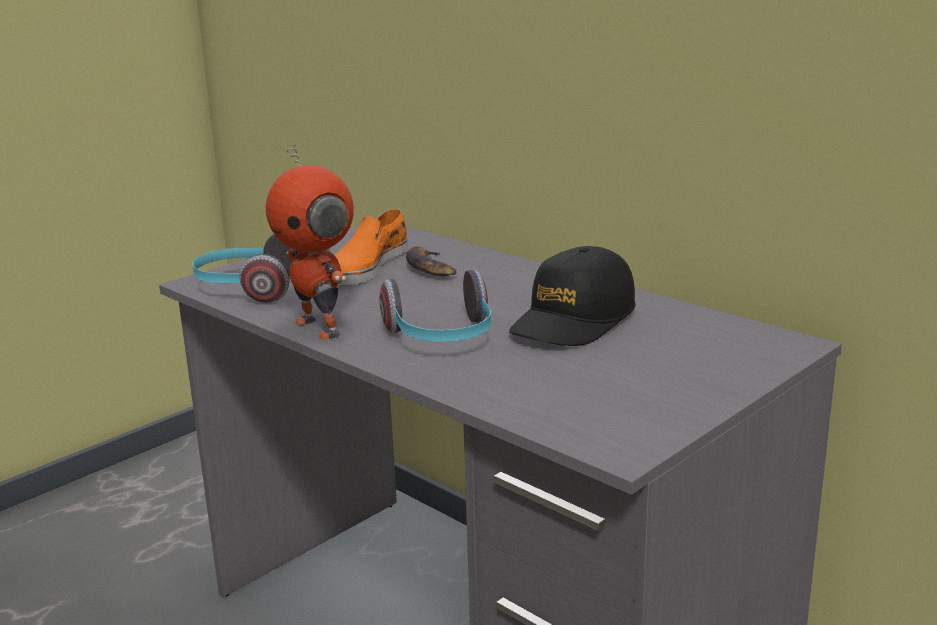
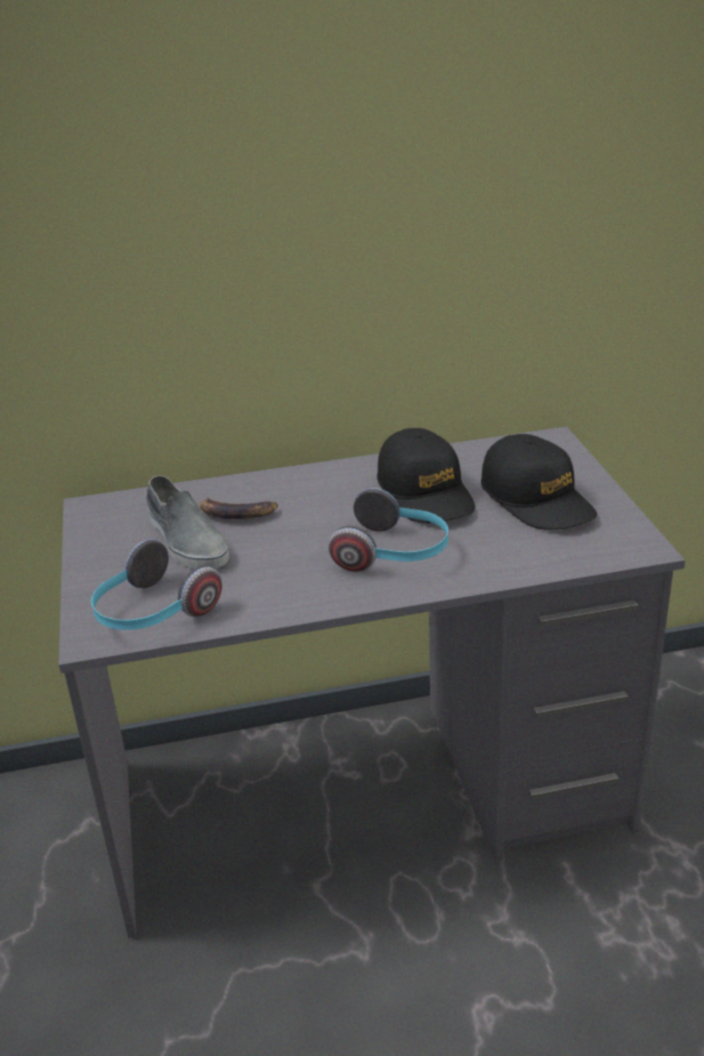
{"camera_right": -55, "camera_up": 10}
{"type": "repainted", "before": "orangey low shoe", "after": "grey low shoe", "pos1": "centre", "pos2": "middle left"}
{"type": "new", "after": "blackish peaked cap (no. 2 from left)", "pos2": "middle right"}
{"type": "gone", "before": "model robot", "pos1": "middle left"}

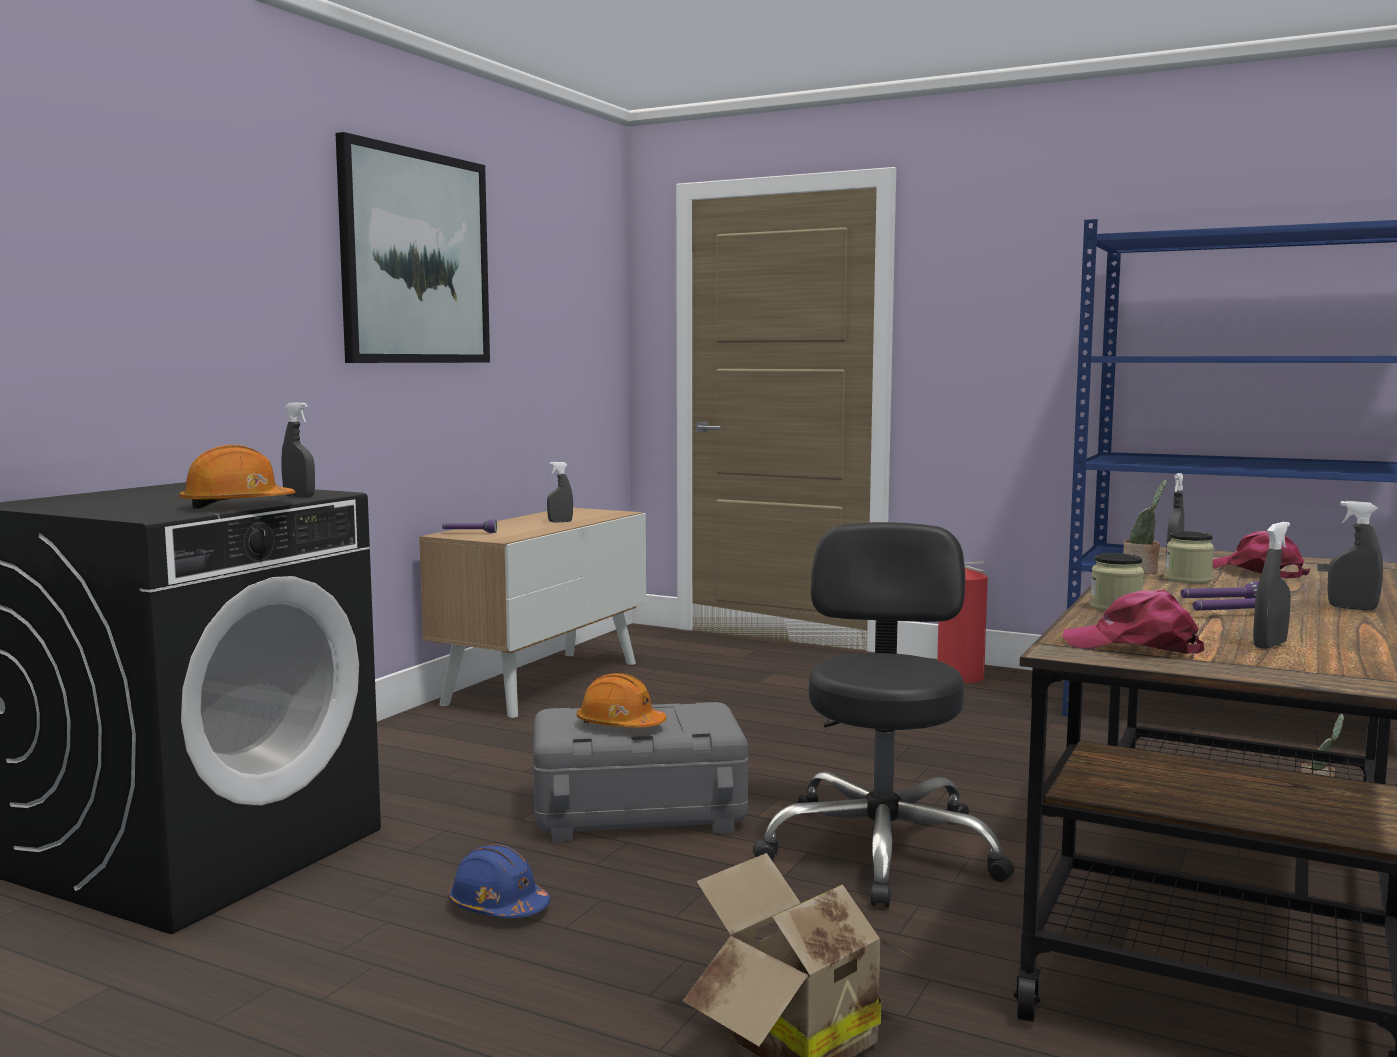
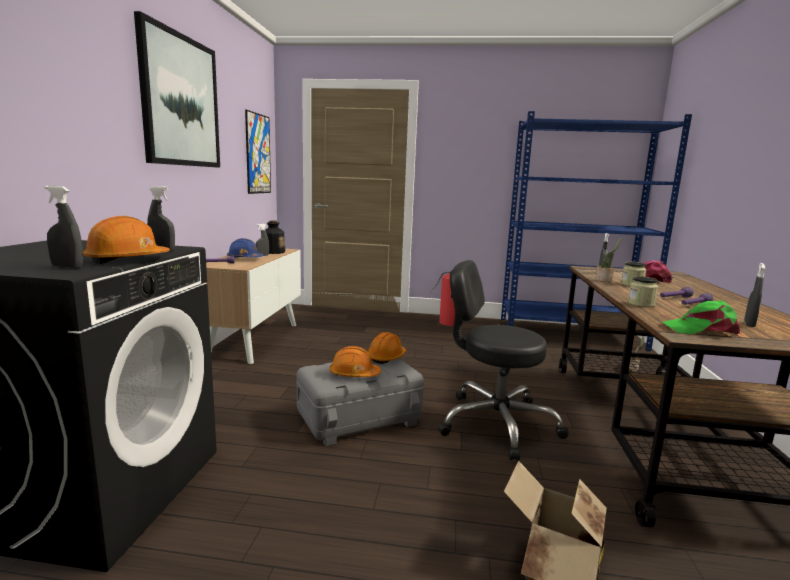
{"camera_right": -20, "camera_up": 5}
{"type": "shifted", "before": "grey hand sprayer (no. 5 from left in the first image)", "after": "grey hand sprayer (no. 1 from left)", "pos1": "middle right", "pos2": "middle left"}
{"type": "shifted", "before": "blue-coloured hard hat", "pos1": "bottom centre", "pos2": "middle left"}
{"type": "new", "after": "picture (no. 2 from left)", "pos2": "top left"}
{"type": "new", "after": "drink bottle", "pos2": "centre"}
{"type": "new", "after": "orangey hard hat (no. 3 from left)", "pos2": "centre"}
{"type": "rotated", "before": "blackish computer chair", "pos1": "bottom centre", "pos2": "centre", "turn": -60}
{"type": "repainted", "before": "pinkish peaked cap (no. 1 from left)", "after": "green peaked cap", "pos1": "middle right", "pos2": "middle right"}

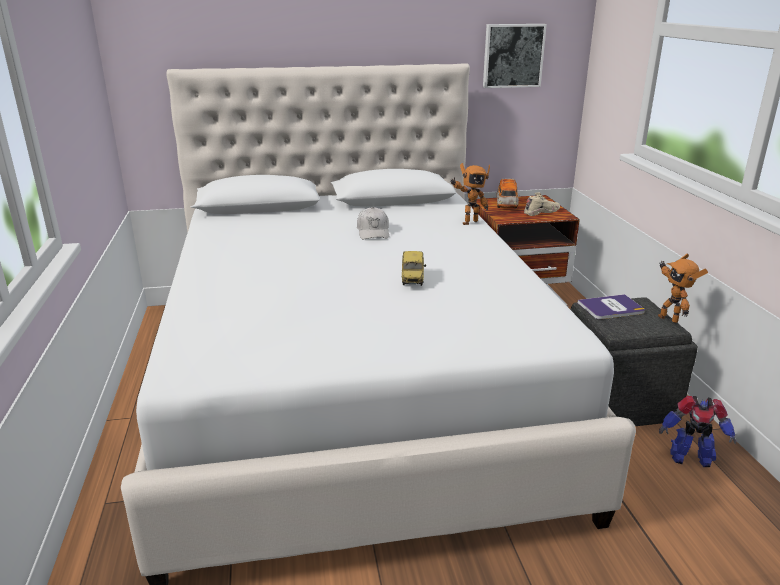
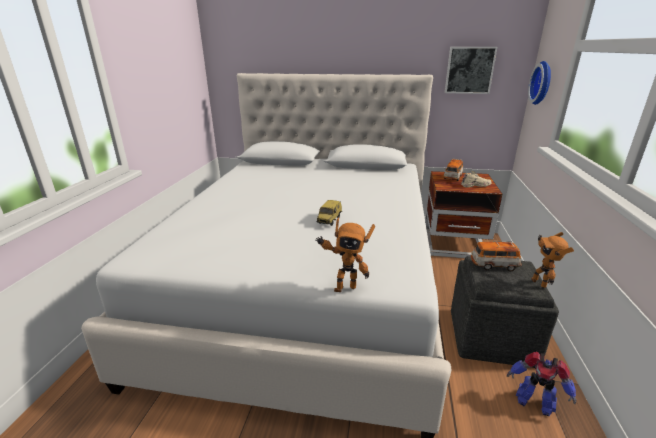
{"camera_right": 20, "camera_up": 0}
{"type": "shifted", "before": "model robot (no. 1 from left)", "pos1": "top centre", "pos2": "centre"}
{"type": "swapped", "before": "volume", "after": "miniature car (no. 3 from left)", "pos1": "middle right", "pos2": "middle right"}
{"type": "new", "after": "hanging clock", "pos2": "top right"}
{"type": "gone", "before": "white peaked cap", "pos1": "centre"}

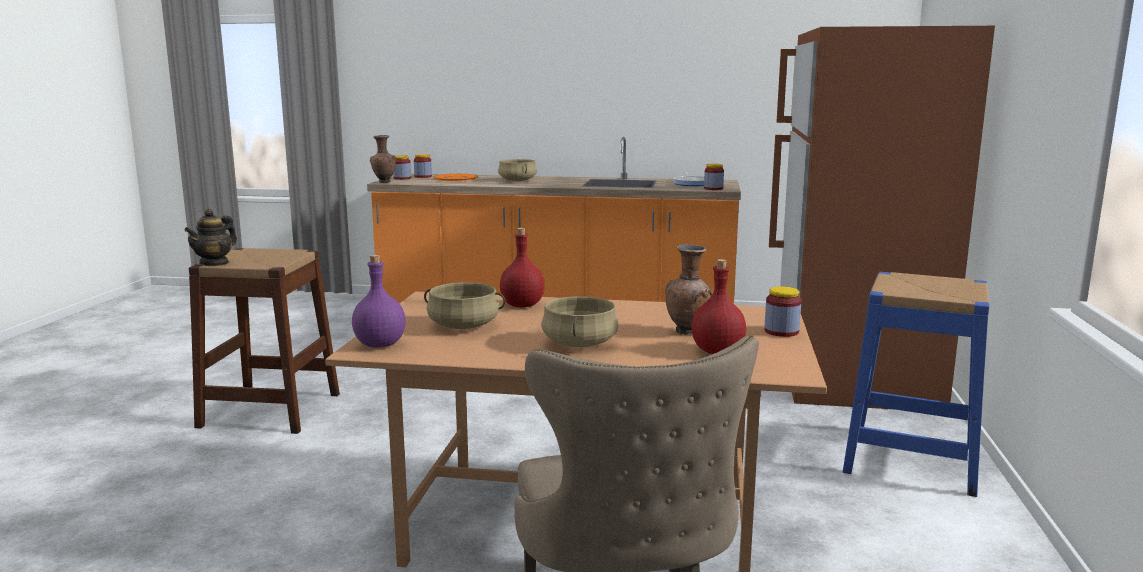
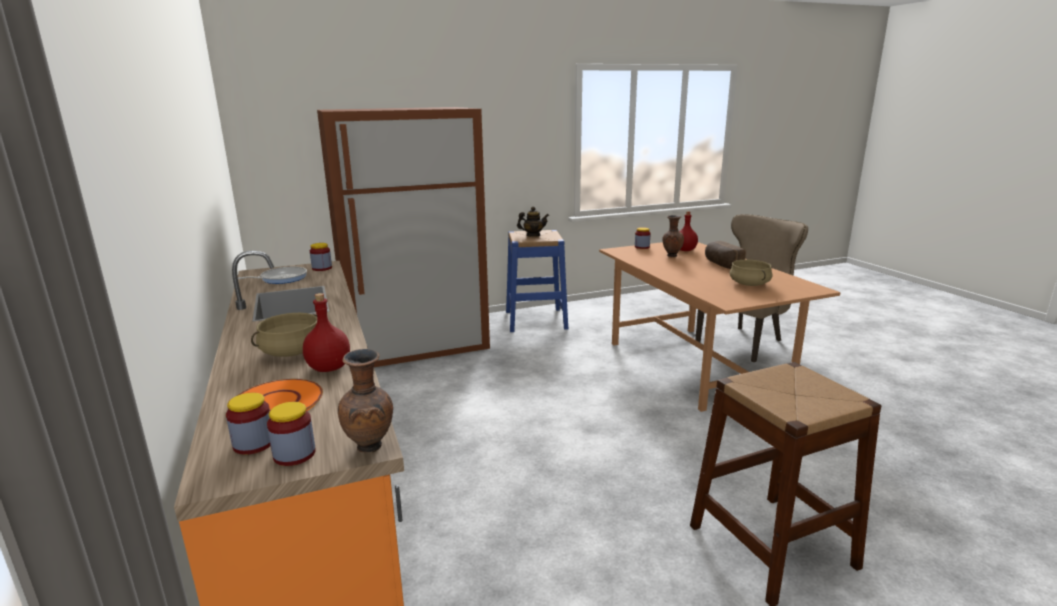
{"camera_right": -120, "camera_up": 5}
{"type": "shifted", "before": "reddish drink bottle (no. 1 from left)", "pos1": "centre", "pos2": "middle left"}
{"type": "shifted", "before": "teapot", "pos1": "middle left", "pos2": "centre"}
{"type": "swapped", "before": "beige-coloured cooking pot (no. 3 from left)", "after": "baked bread", "pos1": "centre", "pos2": "middle right"}
{"type": "gone", "before": "purple-coloured drink bottle", "pos1": "middle left"}

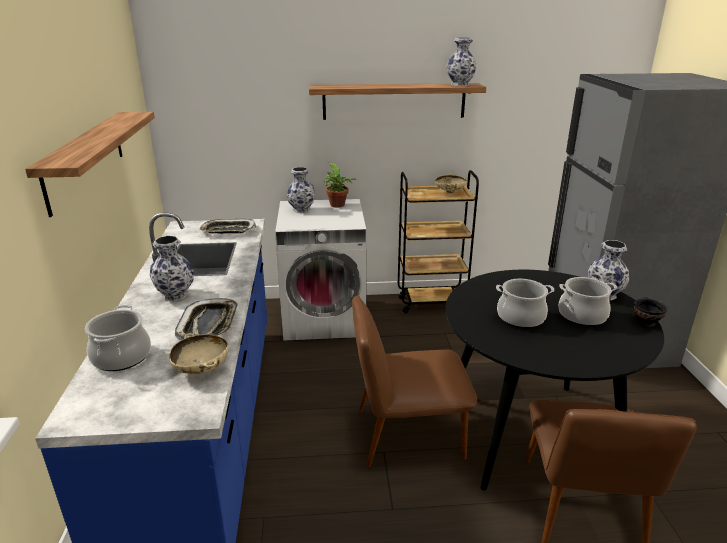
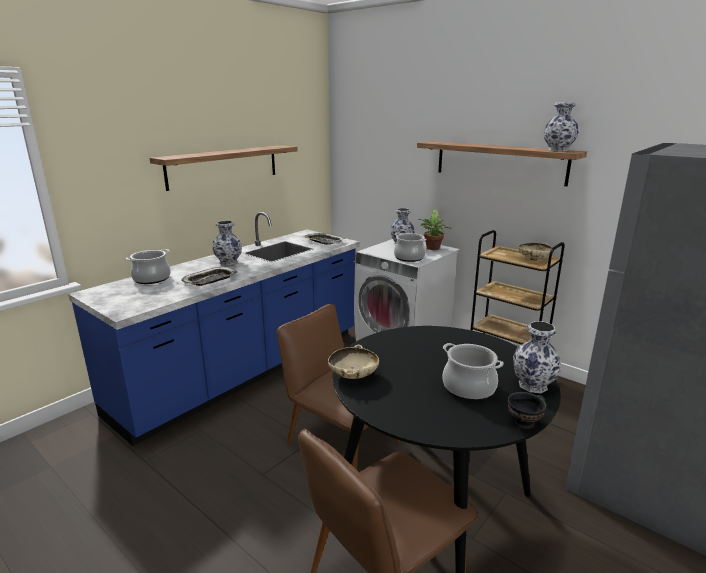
{"camera_right": 45, "camera_up": -5}
{"type": "shifted", "before": "beige-coloured serving bowl (no. 1 from left)", "pos1": "middle left", "pos2": "centre"}
{"type": "shifted", "before": "cooking pot (no. 2 from left)", "pos1": "middle right", "pos2": "centre"}

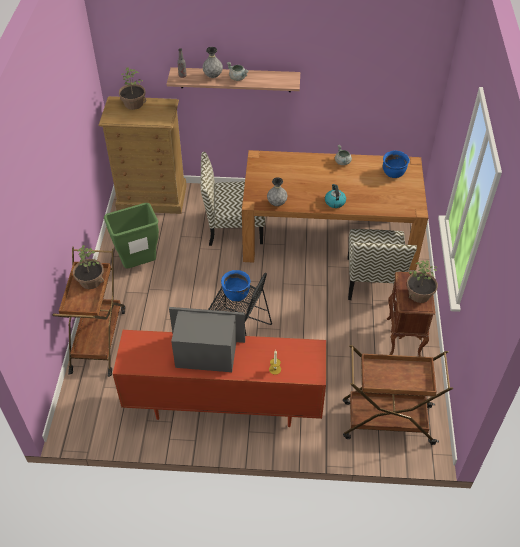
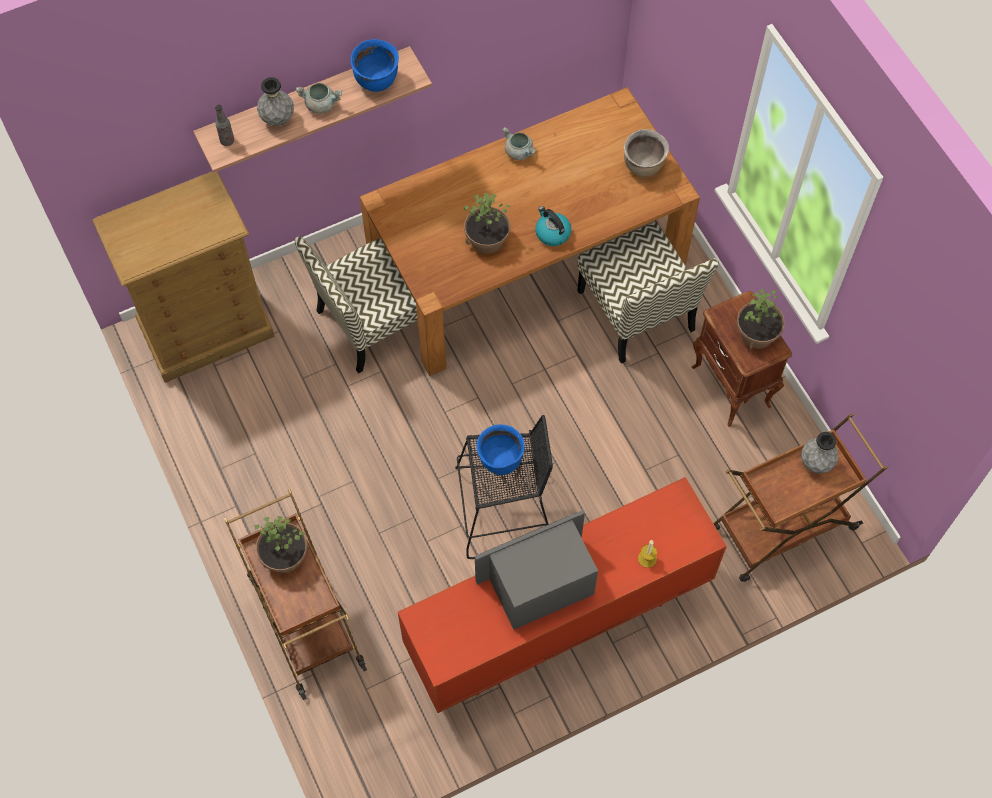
{"camera_right": -30, "camera_up": 15}
{"type": "shifted", "before": "blue-coloured cooking pot (no. 2 from left in the first image)", "after": "blue-coloured cooking pot (no. 1 from left)", "pos1": "top right", "pos2": "top centre"}
{"type": "shifted", "before": "potted plant (no. 2 from left)", "pos1": "top left", "pos2": "top centre"}
{"type": "new", "after": "brown cooking pot", "pos2": "top centre"}
{"type": "shifted", "before": "grey vase (no. 2 from left)", "pos1": "centre", "pos2": "middle right"}
{"type": "gone", "before": "green rubbish bin", "pos1": "middle left"}

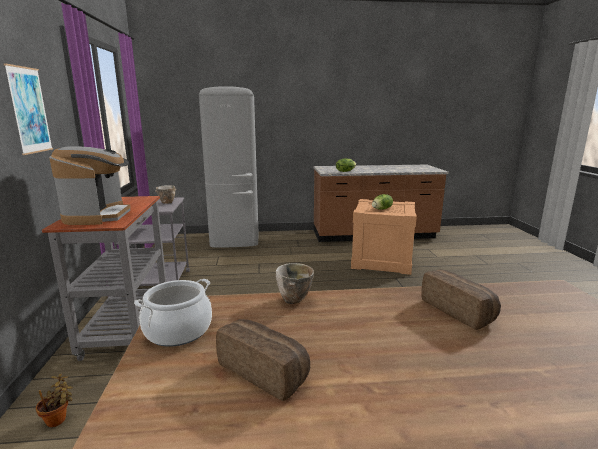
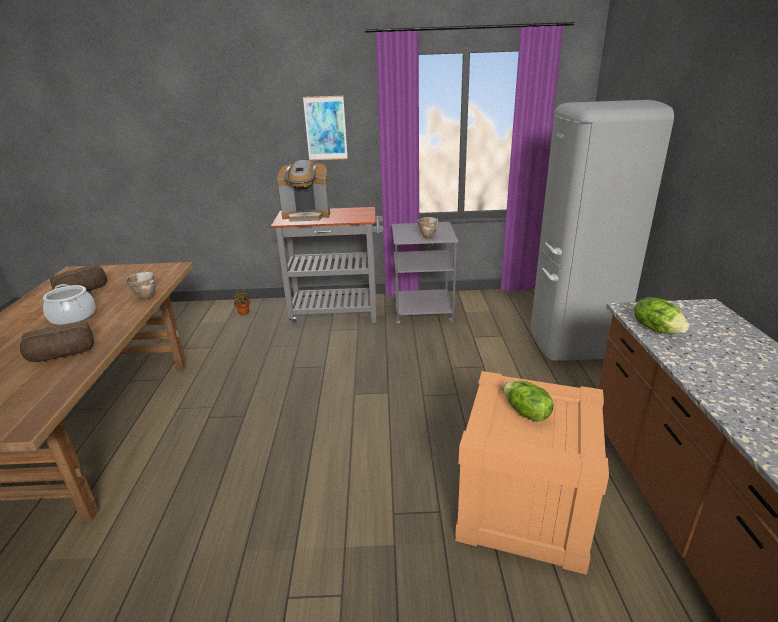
{"camera_right": 95, "camera_up": 10}
{"type": "shifted", "before": "cooking pot", "pos1": "bottom left", "pos2": "middle left"}

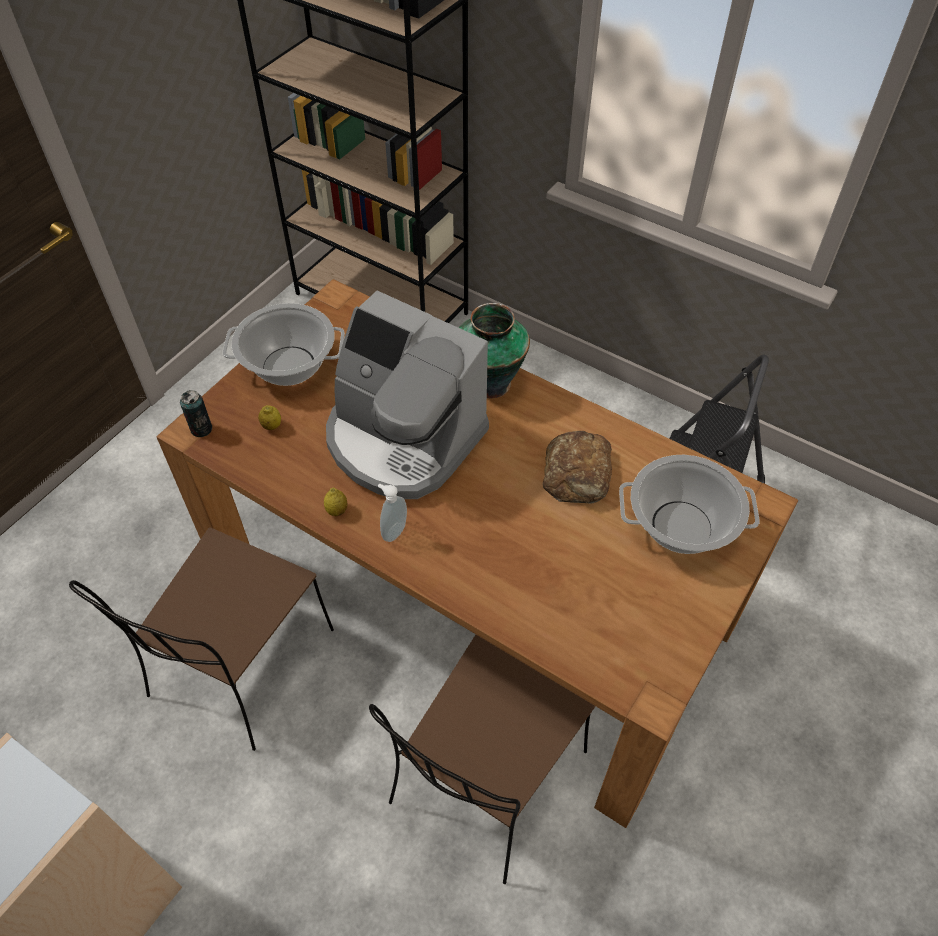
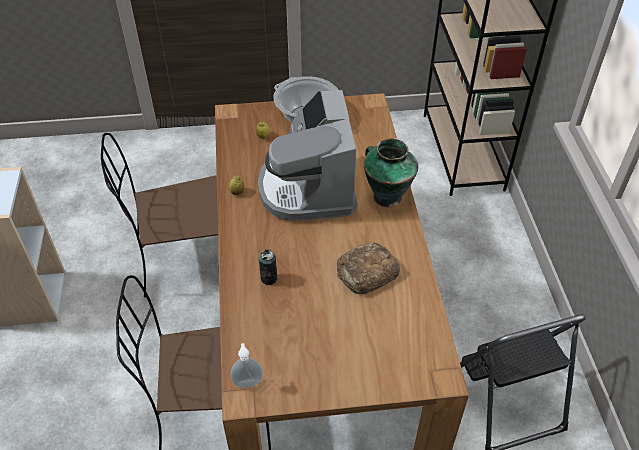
{"camera_right": 50, "camera_up": -5}
{"type": "shifted", "before": "soap dispenser", "pos1": "centre", "pos2": "bottom centre"}
{"type": "shifted", "before": "sealed can", "pos1": "middle left", "pos2": "centre"}
{"type": "gone", "before": "cooking pot (no. 2 from left)", "pos1": "middle right"}

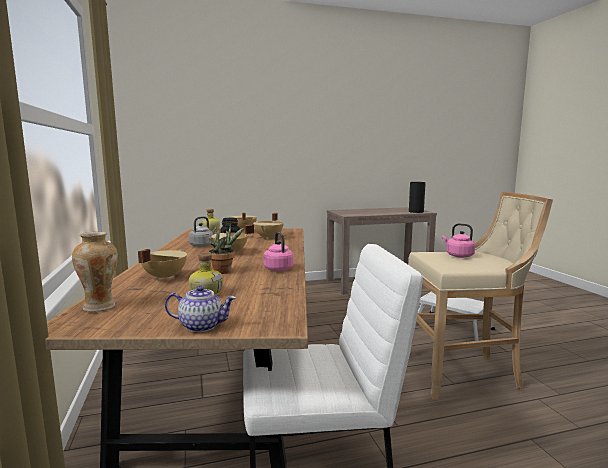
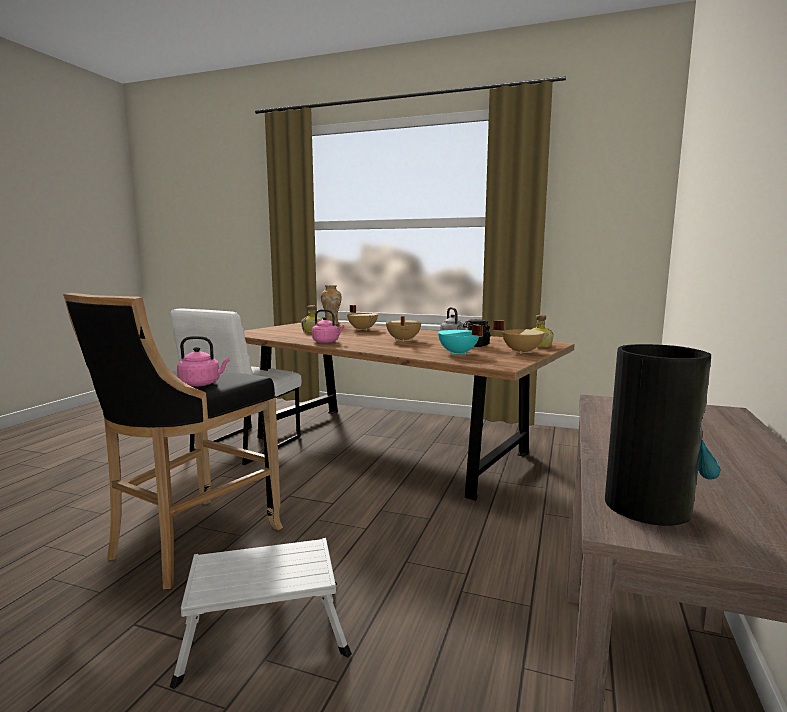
{"camera_right": 125, "camera_up": 0}
{"type": "repainted", "before": "beige-coloured sitting stool", "after": "blackish sitting stool", "pos1": "middle right", "pos2": "middle left"}
{"type": "repainted", "before": "beige-coloured cooking pot (no. 4 from left)", "after": "blue-green cooking pot", "pos1": "centre", "pos2": "centre"}
{"type": "gone", "before": "teapot", "pos1": "middle left"}
{"type": "gone", "before": "potted plant", "pos1": "centre"}

